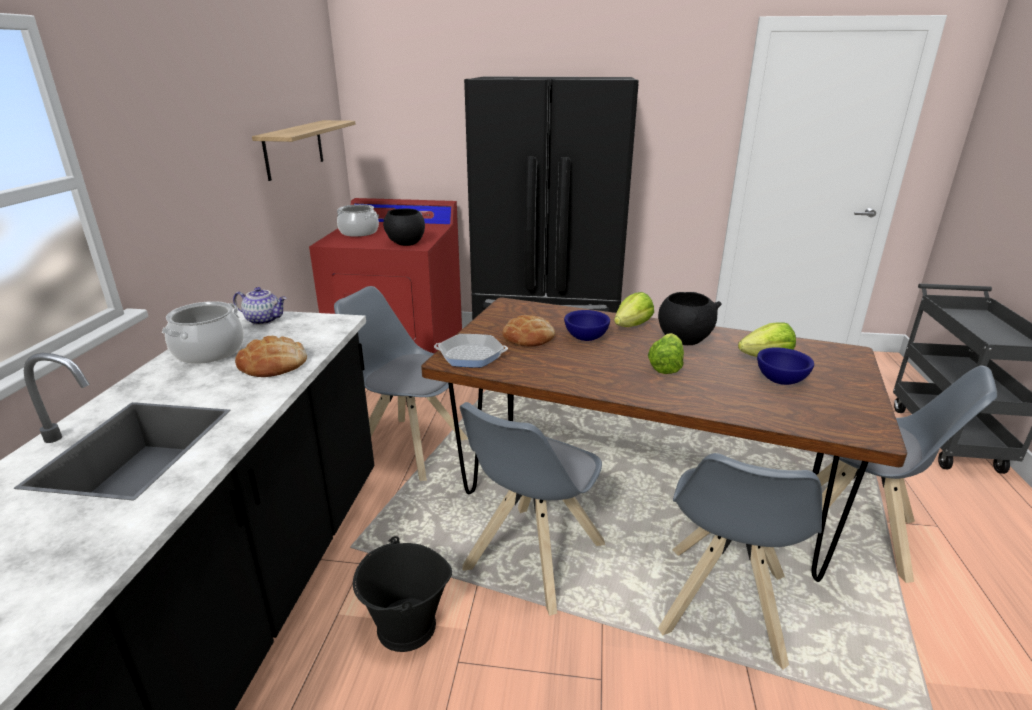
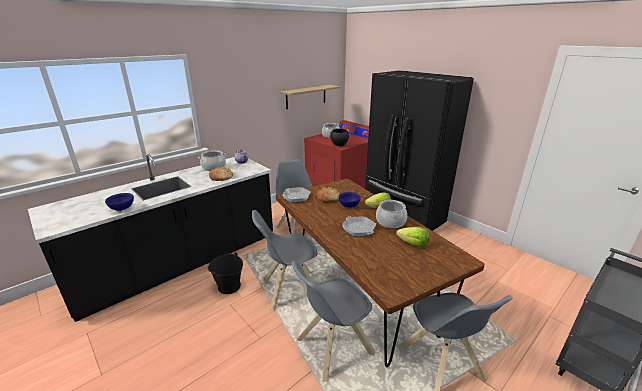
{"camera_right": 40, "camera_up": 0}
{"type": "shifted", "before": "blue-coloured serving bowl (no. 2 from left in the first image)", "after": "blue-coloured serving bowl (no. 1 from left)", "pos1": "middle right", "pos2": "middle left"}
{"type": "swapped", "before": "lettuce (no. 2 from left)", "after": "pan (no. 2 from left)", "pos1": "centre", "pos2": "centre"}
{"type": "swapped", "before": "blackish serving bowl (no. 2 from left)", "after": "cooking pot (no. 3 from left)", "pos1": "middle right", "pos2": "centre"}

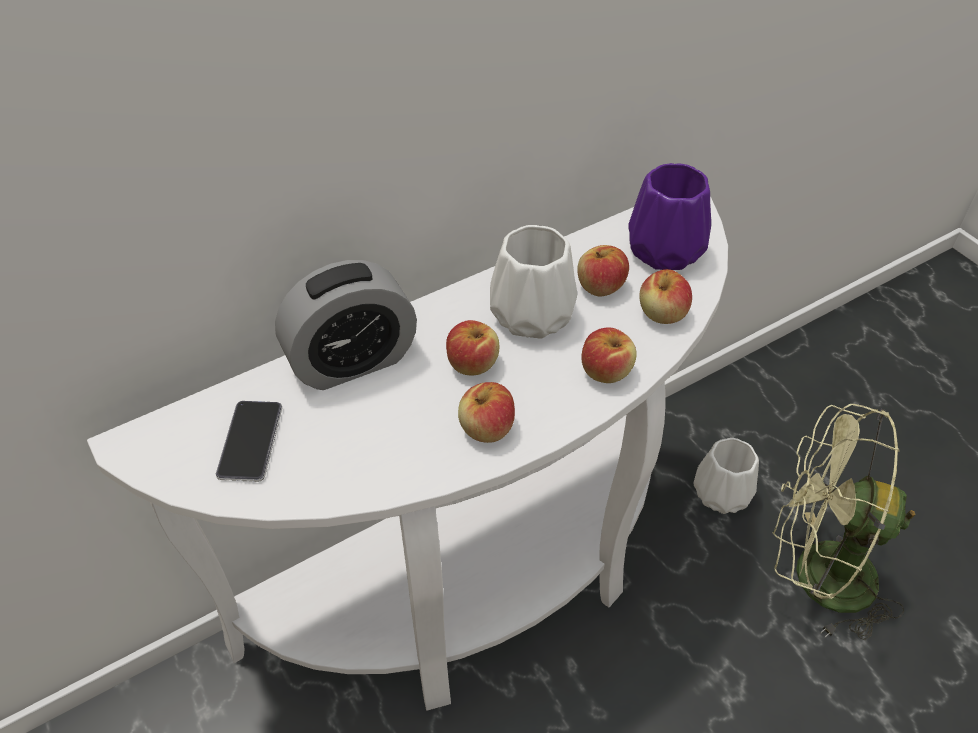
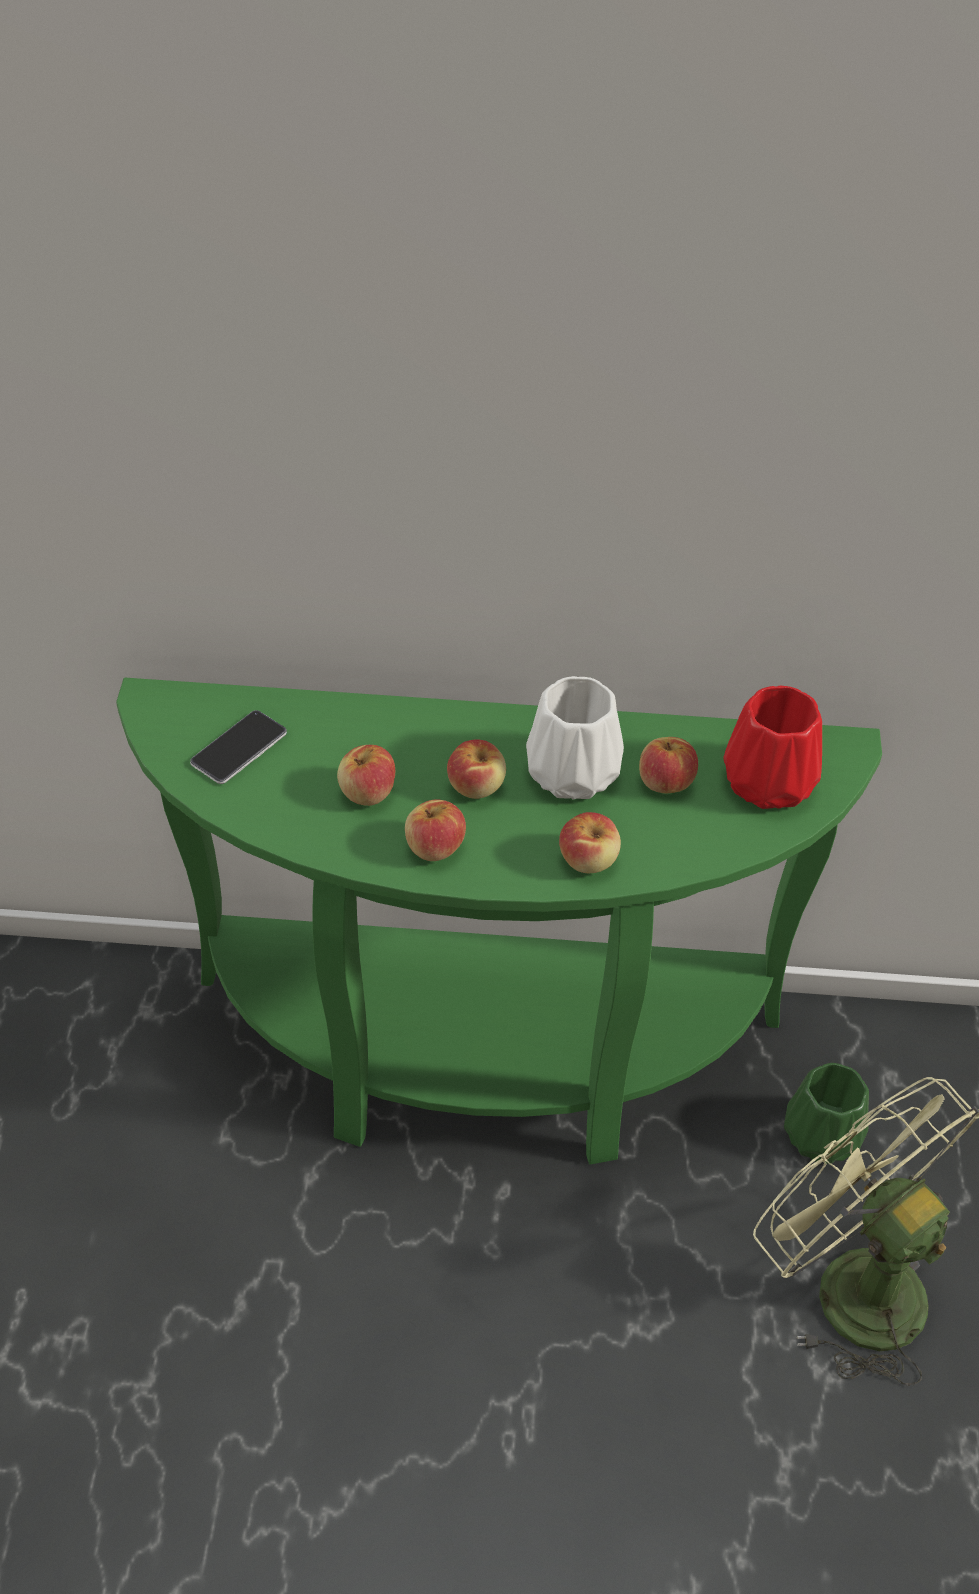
{"camera_right": 35, "camera_up": 0}
{"type": "repainted", "before": "white hall table", "after": "green hall table", "pos1": "centre", "pos2": "centre"}
{"type": "shifted", "before": "apple (no. 5 from left in the first image)", "after": "apple (no. 1 from left)", "pos1": "middle right", "pos2": "centre"}
{"type": "repainted", "before": "purple-coloured vase", "after": "reddish vase", "pos1": "top right", "pos2": "middle right"}
{"type": "repainted", "before": "white vase (no. 2 from left)", "after": "green vase", "pos1": "middle right", "pos2": "bottom right"}
{"type": "gone", "before": "bedside clock", "pos1": "centre"}

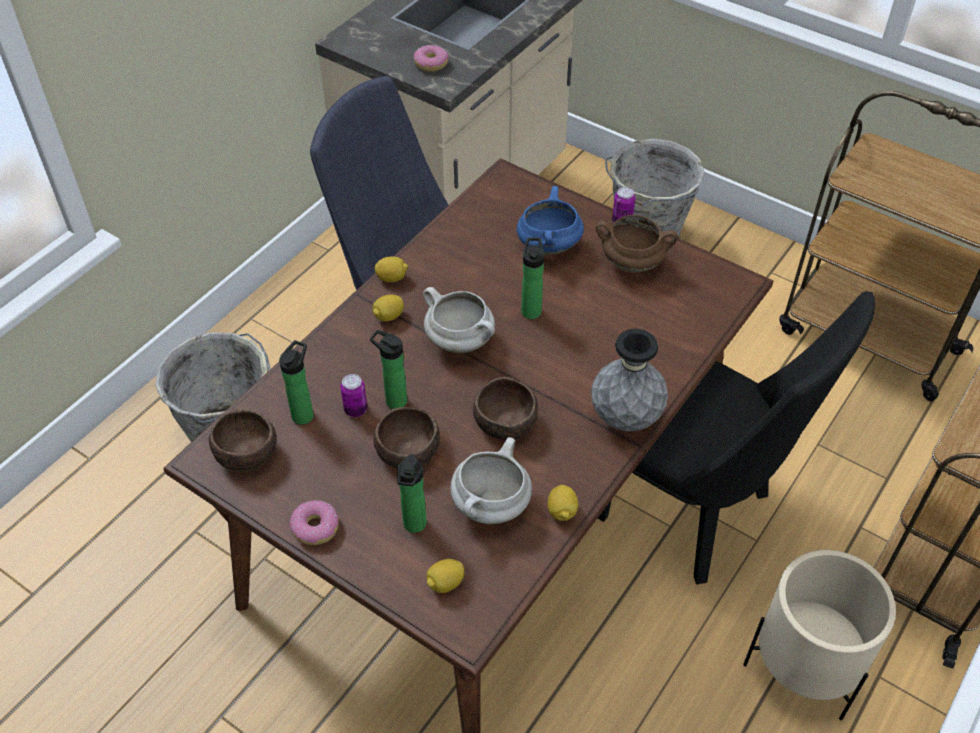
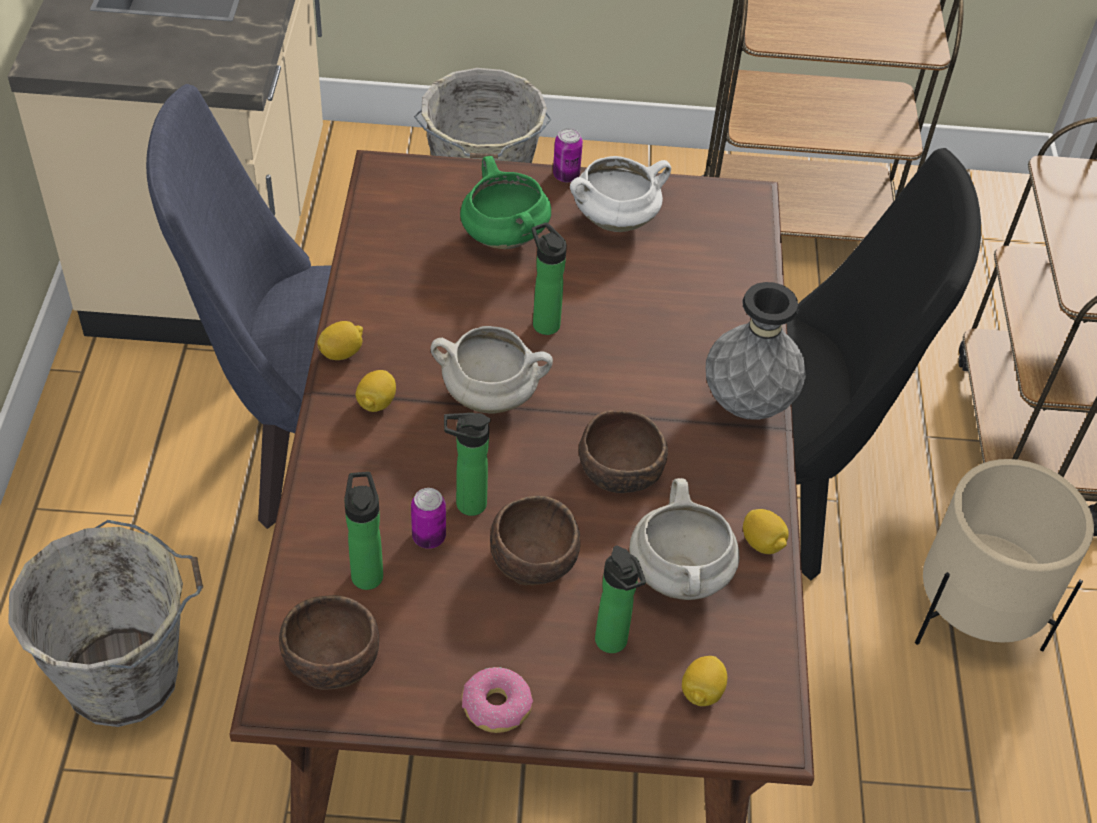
{"camera_right": -35, "camera_up": 0}
{"type": "repainted", "before": "blue-coloured cooking pot", "after": "green cooking pot", "pos1": "top centre", "pos2": "top centre"}
{"type": "repainted", "before": "brown cooking pot", "after": "white cooking pot (no. 2 from left)", "pos1": "top centre", "pos2": "top centre"}
{"type": "gone", "before": "ring doughnut (no. 2 from left)", "pos1": "top centre"}

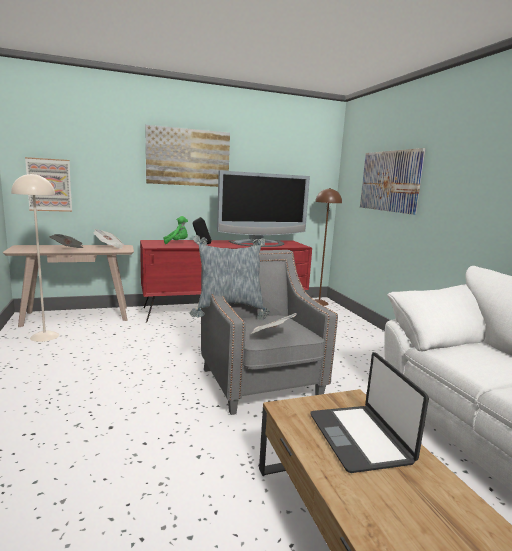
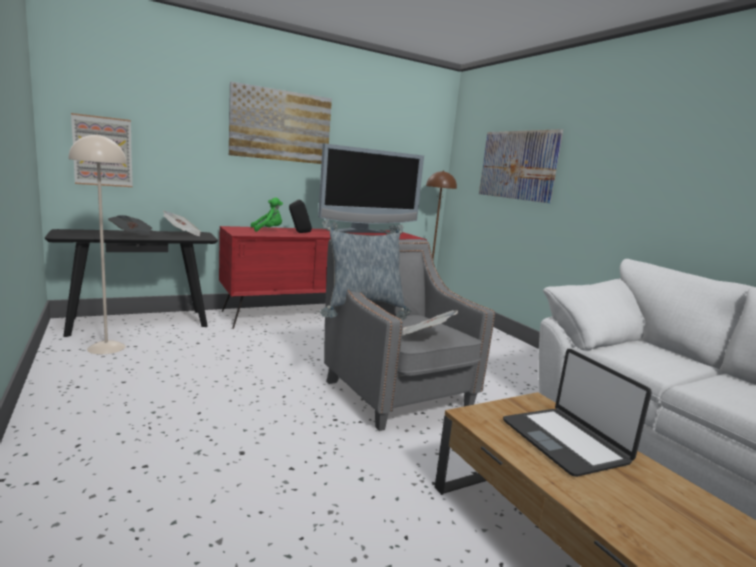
{"camera_right": -10, "camera_up": 0}
{"type": "repainted", "before": "beige-coloured hall table", "after": "blackish hall table", "pos1": "middle left", "pos2": "middle left"}

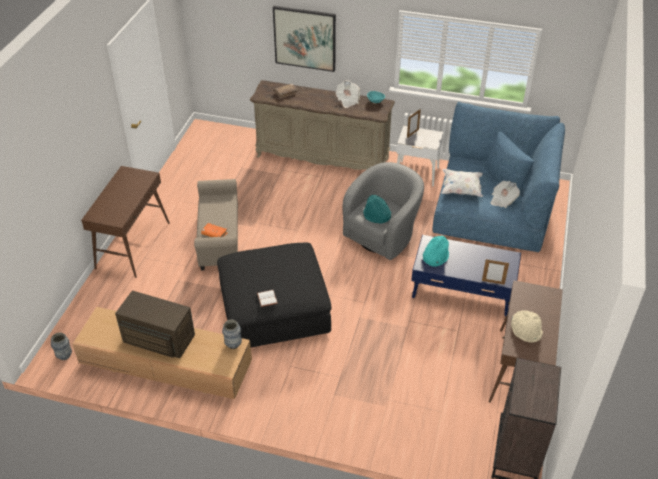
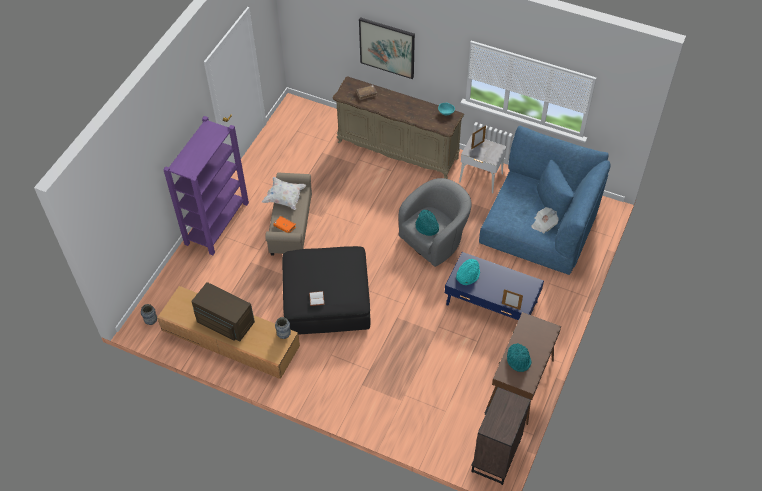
{"camera_right": 10, "camera_up": 10}
{"type": "swapped", "before": "brown hall table (no. 1 from left)", "after": "purple-coloured shelving unit", "pos1": "middle left", "pos2": "middle left"}
{"type": "shifted", "before": "white pillow", "pos1": "middle right", "pos2": "centre"}
{"type": "repainted", "before": "beige-coloured clothing hat", "after": "blue-green clothing hat (no. 3 from left)", "pos1": "bottom right", "pos2": "bottom right"}
{"type": "gone", "before": "newspaper (no. 1 from left)", "pos1": "top centre"}

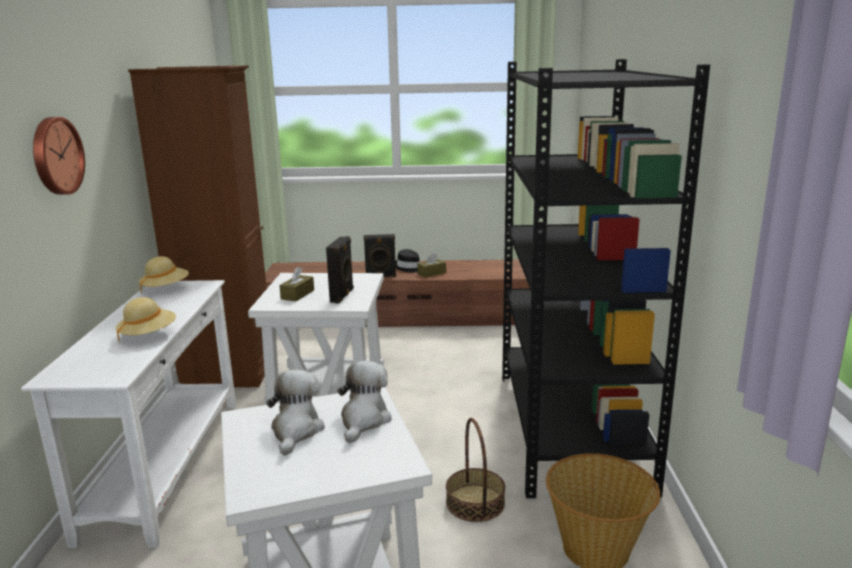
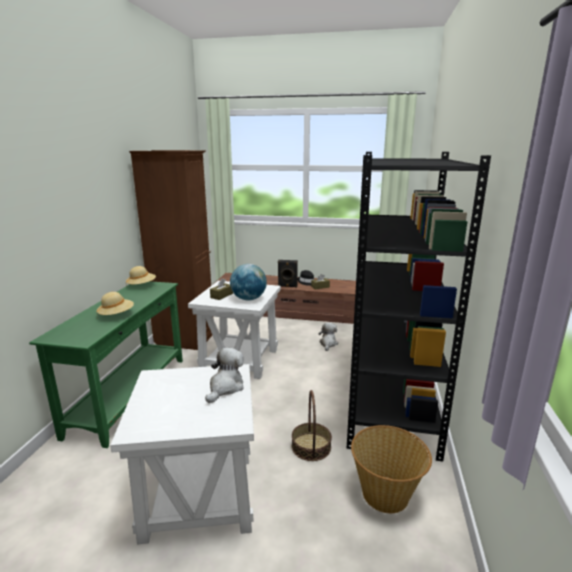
{"camera_right": 10, "camera_up": 0}
{"type": "repainted", "before": "white hall table", "after": "green hall table", "pos1": "bottom left", "pos2": "middle left"}
{"type": "swapped", "before": "blackish audio speaker (no. 1 from left)", "after": "world globe", "pos1": "centre", "pos2": "centre"}
{"type": "shifted", "before": "cuddly toy (no. 1 from left in the first image)", "after": "cuddly toy (no. 2 from left)", "pos1": "bottom centre", "pos2": "centre"}
{"type": "gone", "before": "hanging clock", "pos1": "top left"}

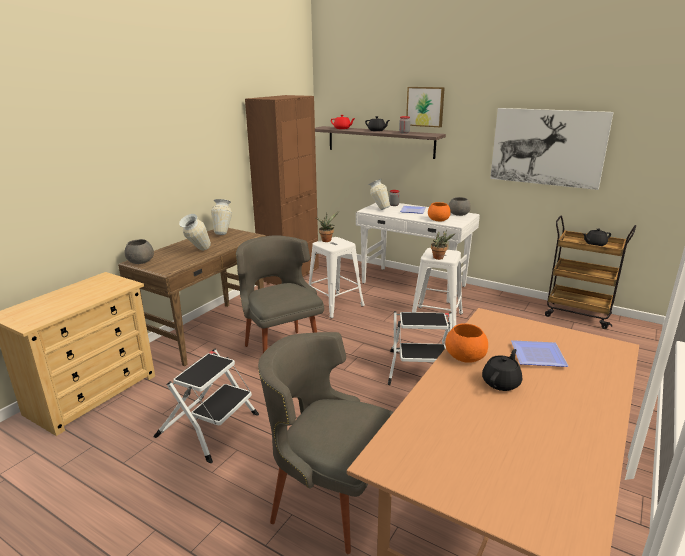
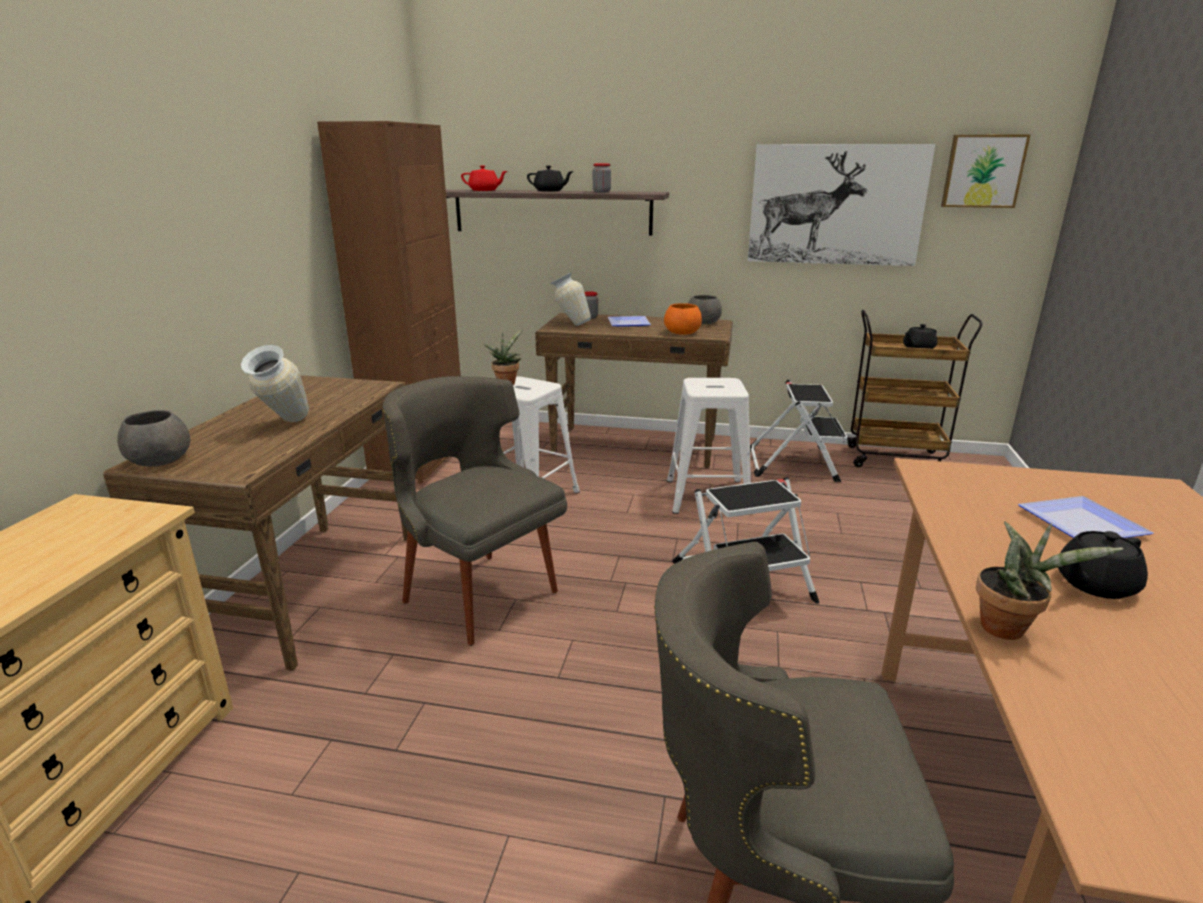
{"camera_right": -20, "camera_up": 0}
{"type": "repainted", "before": "white hall table", "after": "brown hall table (no. 2 from left)", "pos1": "centre", "pos2": "centre"}
{"type": "shifted", "before": "stepladder (no. 1 from left in the first image)", "after": "stepladder (no. 2 from left)", "pos1": "bottom left", "pos2": "centre"}
{"type": "shifted", "before": "picture (no. 1 from left in the first image)", "after": "picture (no. 2 from left)", "pos1": "top centre", "pos2": "top right"}
{"type": "shifted", "before": "potted plant (no. 2 from left)", "pos1": "centre", "pos2": "middle right"}
{"type": "rotated", "before": "blackish teapot (no. 2 from left in the first image)", "pos1": "middle right", "pos2": "middle right", "turn": -135}
{"type": "gone", "before": "vase (no. 2 from left)", "pos1": "middle left"}
{"type": "gone", "before": "orangey serving bowl (no. 2 from left)", "pos1": "middle right"}

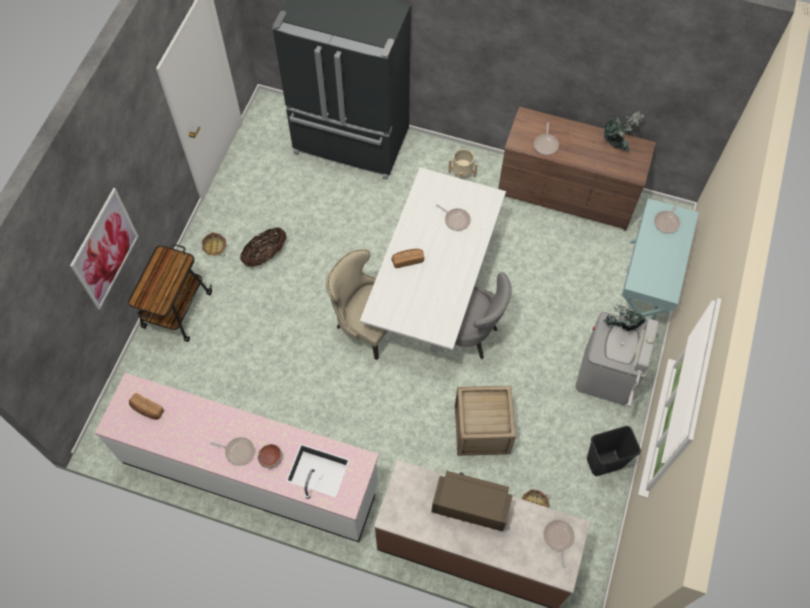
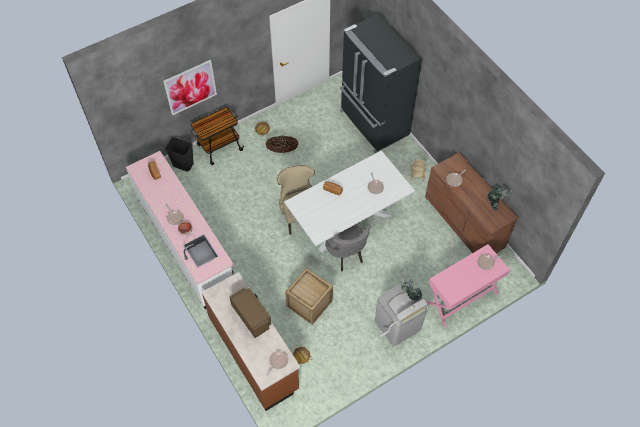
{"camera_right": 40, "camera_up": -5}
{"type": "shifted", "before": "blackish rubbish bin", "pos1": "bottom right", "pos2": "middle left"}
{"type": "repainted", "before": "blue-green hall table", "after": "pinkish hall table", "pos1": "middle right", "pos2": "bottom right"}

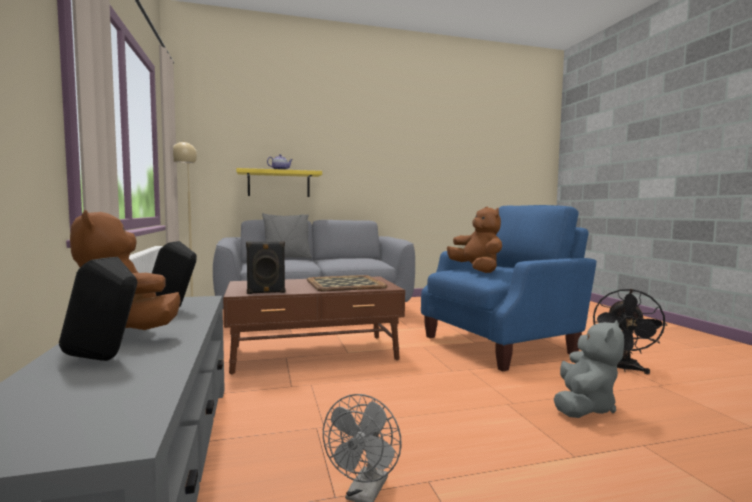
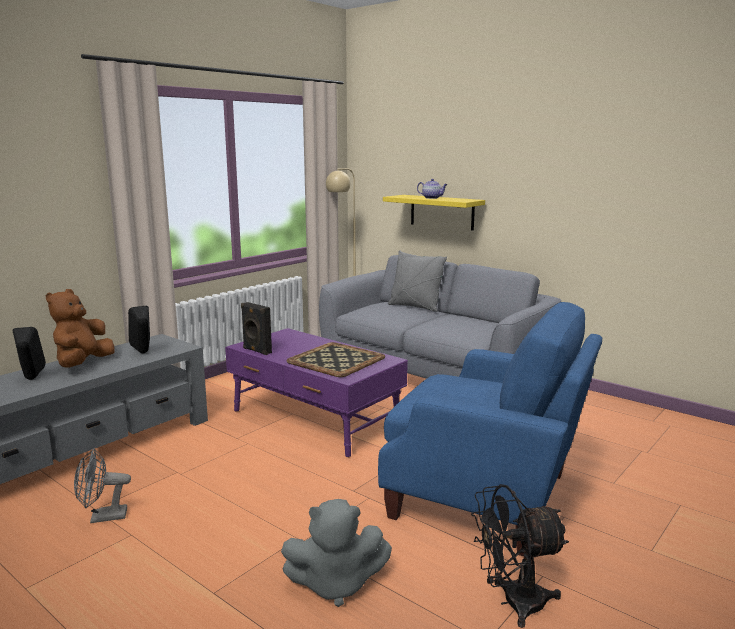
{"camera_right": 55, "camera_up": 10}
{"type": "repainted", "before": "brown low table", "after": "purple-coloured low table", "pos1": "centre", "pos2": "centre"}
{"type": "gone", "before": "brown cuddly toy (no. 2 from left)", "pos1": "centre"}

